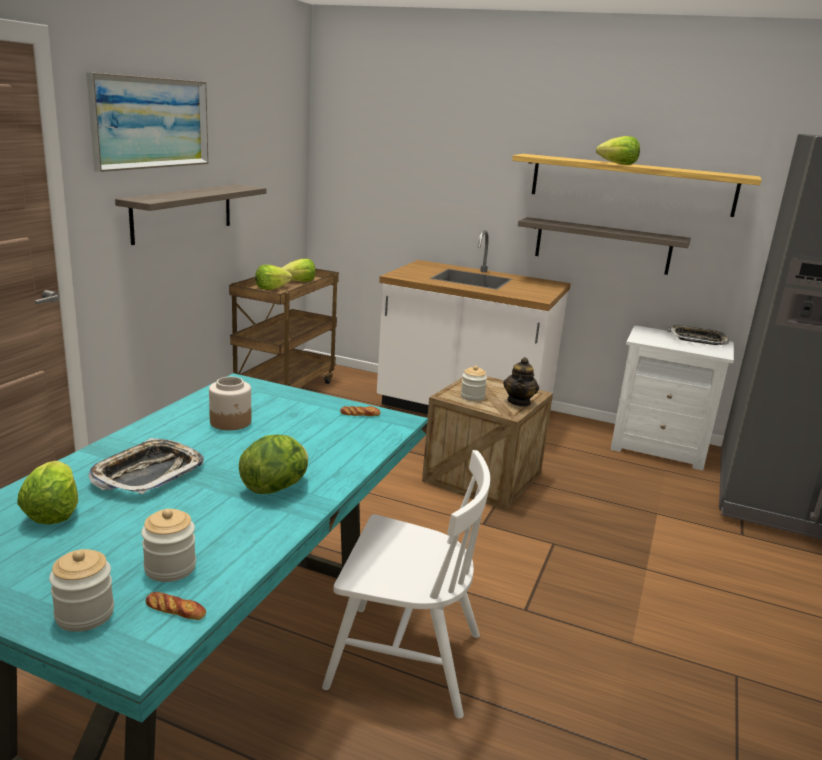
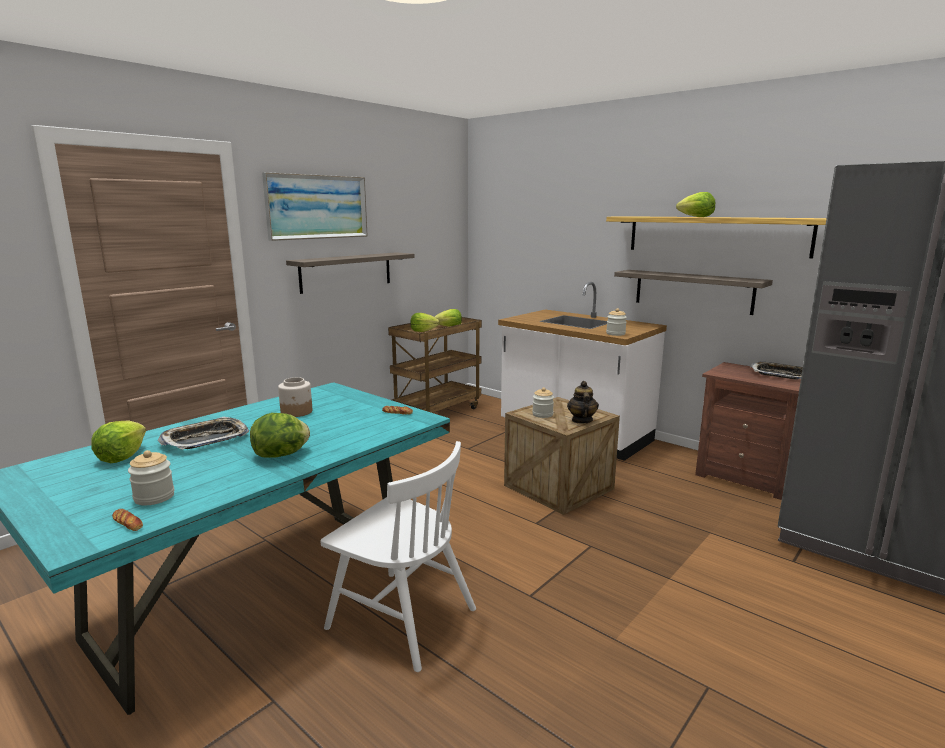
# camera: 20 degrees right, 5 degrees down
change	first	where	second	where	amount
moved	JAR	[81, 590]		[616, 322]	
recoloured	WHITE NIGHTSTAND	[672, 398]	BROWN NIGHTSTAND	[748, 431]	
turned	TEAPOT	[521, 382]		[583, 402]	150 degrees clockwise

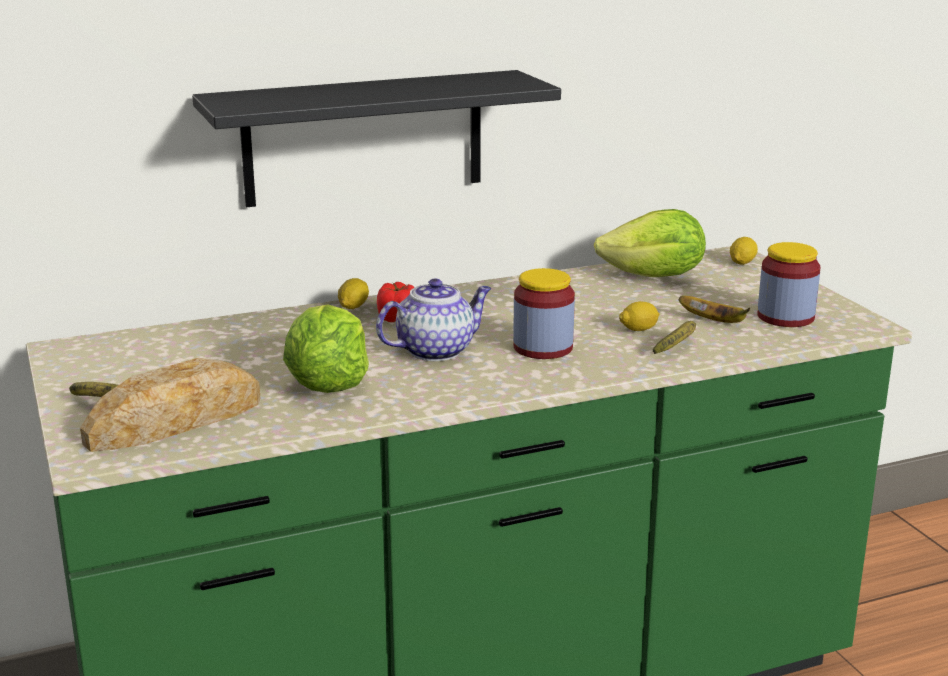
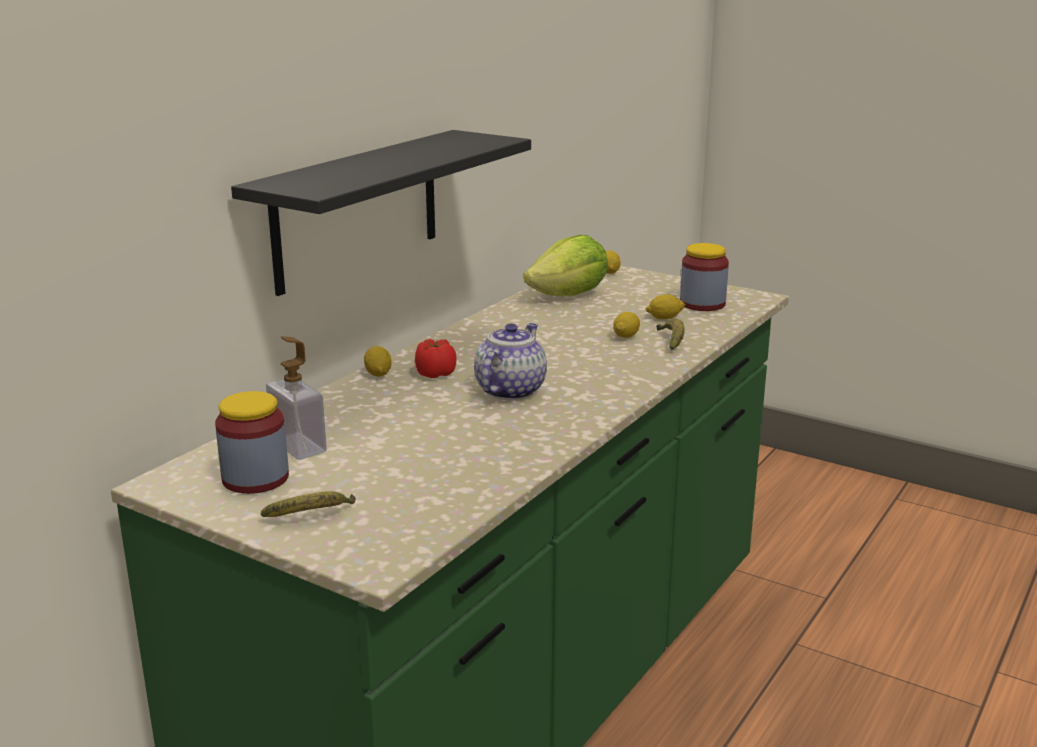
# camera: 35 degrees left, 0 degrees up
change	first	where	second	where	amount
removed	BREAD	[170, 405]			
removed	LETTUCE	[326, 348]			
added			SOAP DISPENSER	[296, 398]	
moved	JAR	[544, 313]		[252, 442]	
replaced	BANANA	[714, 309]	LEMON	[665, 306]	

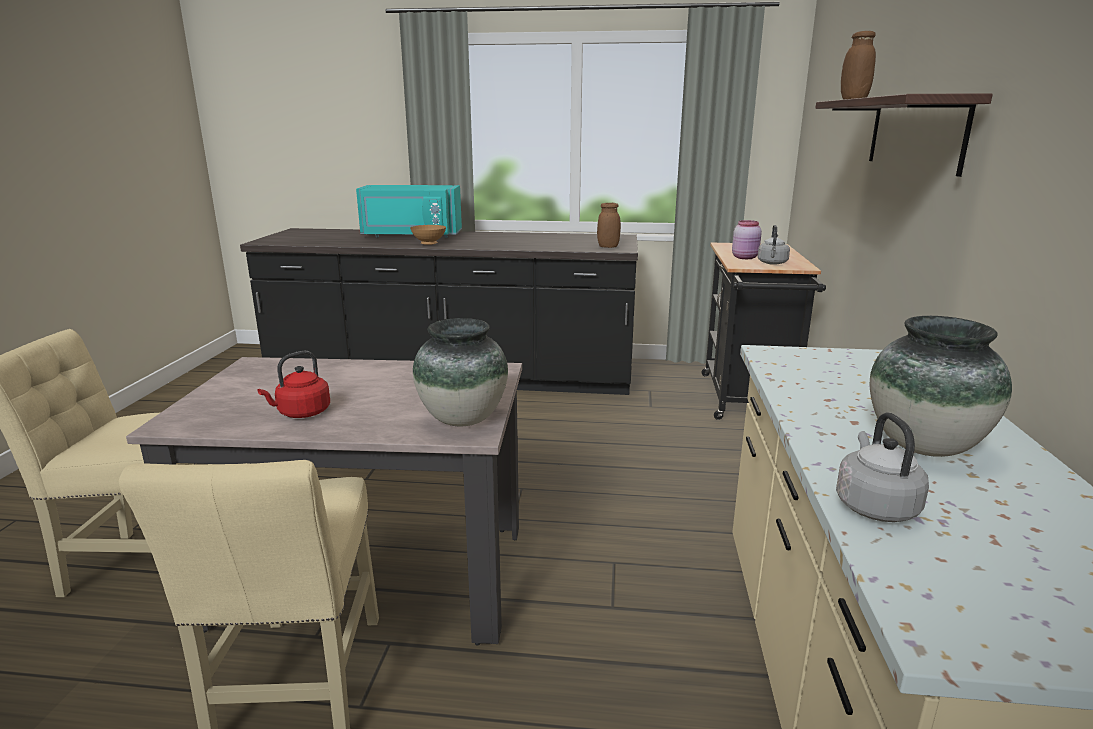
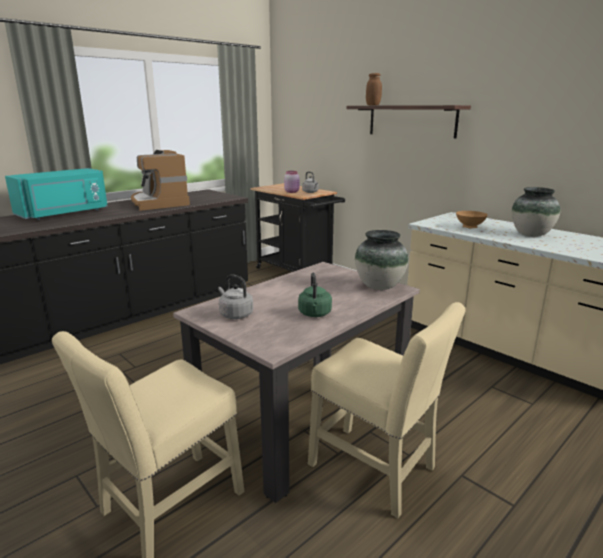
# camera: 50 degrees left, 0 degrees up
change	first	where	second	where	amount
removed	BROWN JAR	[609, 225]			
added			COFFEE MACHINE	[160, 180]	
moved	BROWN BOWL	[428, 235]		[472, 219]	
moved	GREY KETTLE	[882, 467]		[235, 296]	
recoloured	RED KETTLE	[294, 384]	GREEN KETTLE	[315, 294]	

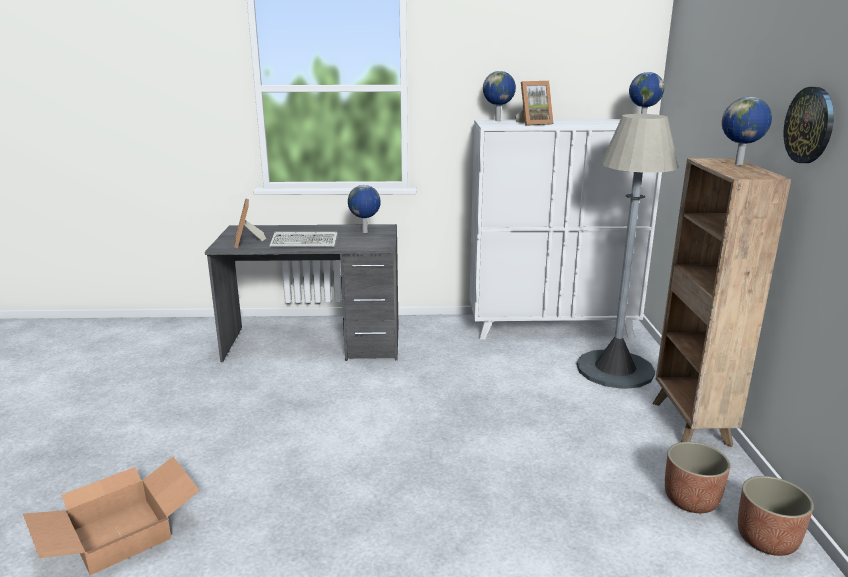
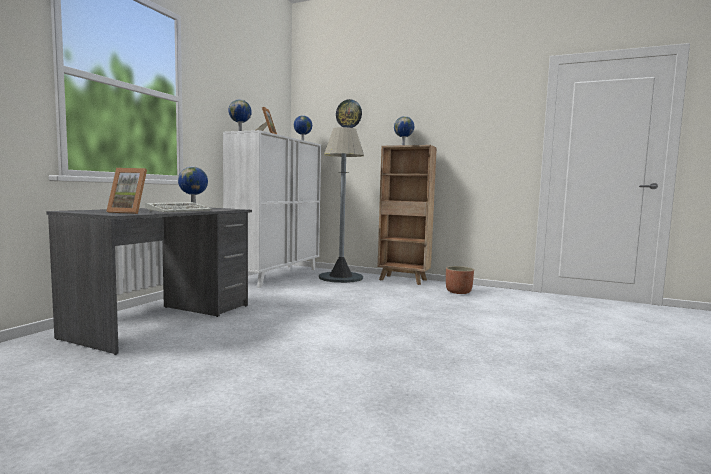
# camera: 65 degrees left, 15 degrees down
change	first	where	second	where	amount
removed	CARDBOARD BOX	[111, 516]			
removed	PLANTER	[776, 516]			
moved	WALL CLOCK	[808, 125]		[349, 113]	

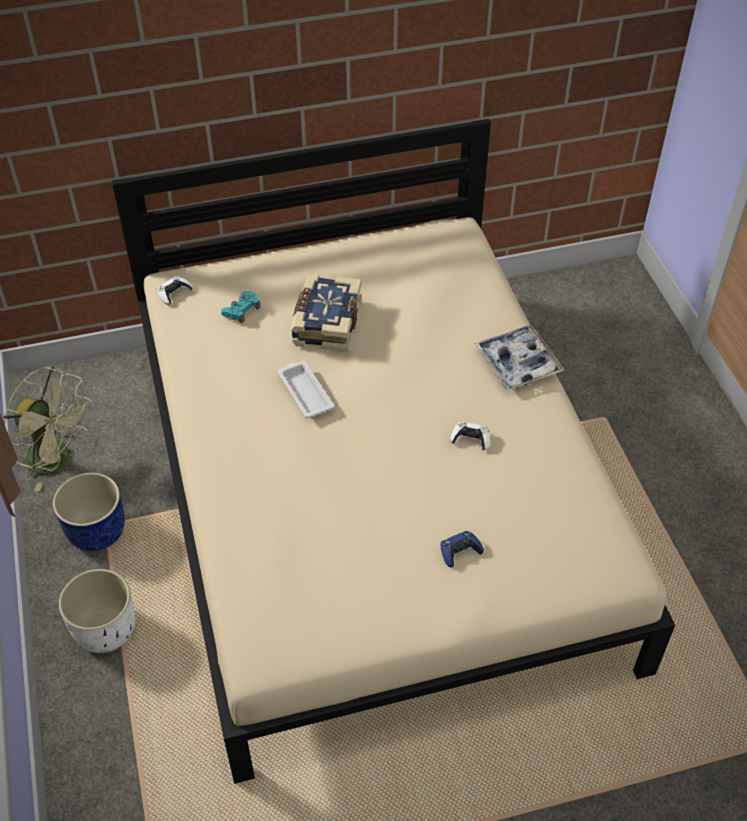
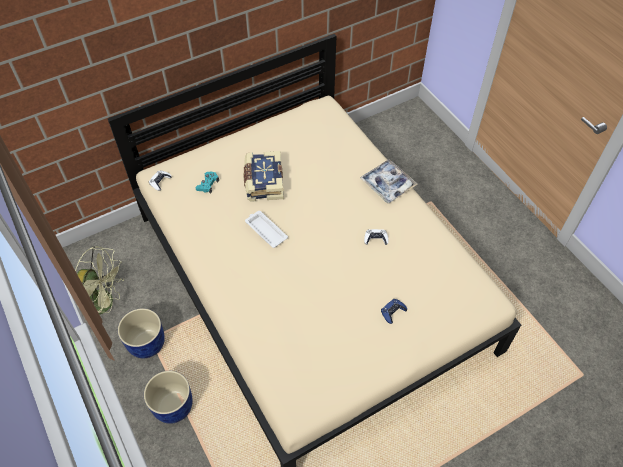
# camera: 15 degrees left, 5 degrees up
change	first	where	second	where	amount
recoloured	WHITE PLANTER	[97, 611]	BLUE PLANTER	[168, 397]	

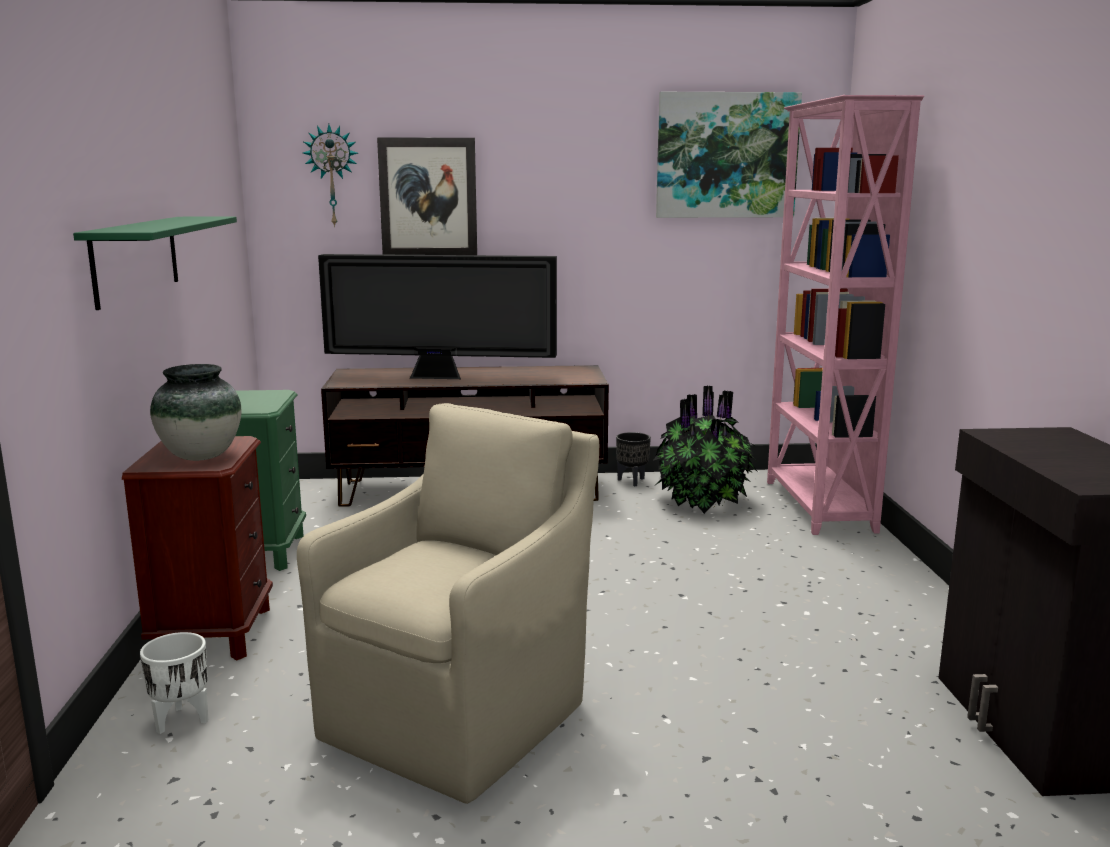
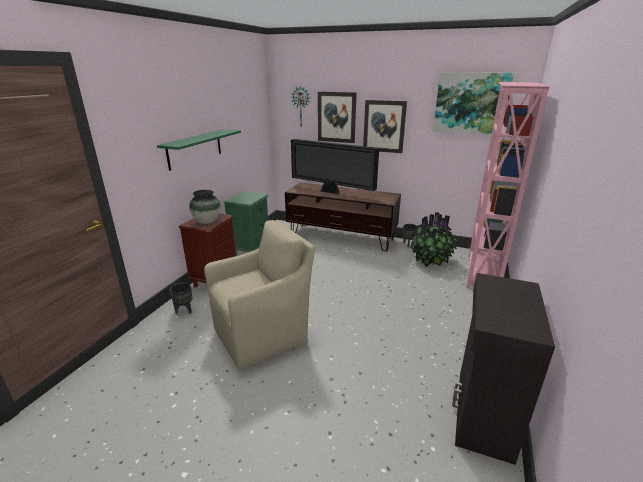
# camera: 25 degrees right, 10 degrees up
change	first	where	second	where	amount
added			PICTURE	[385, 126]	
recoloured	WHITE PLANTER	[174, 683]	BLACK PLANTER	[181, 298]	

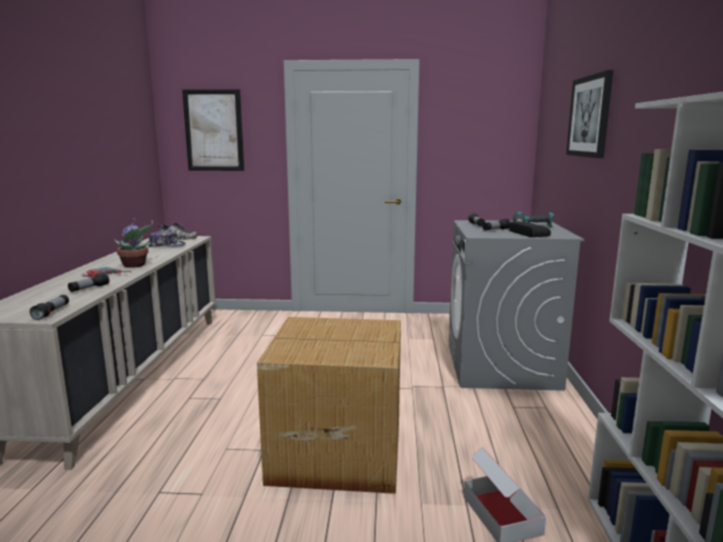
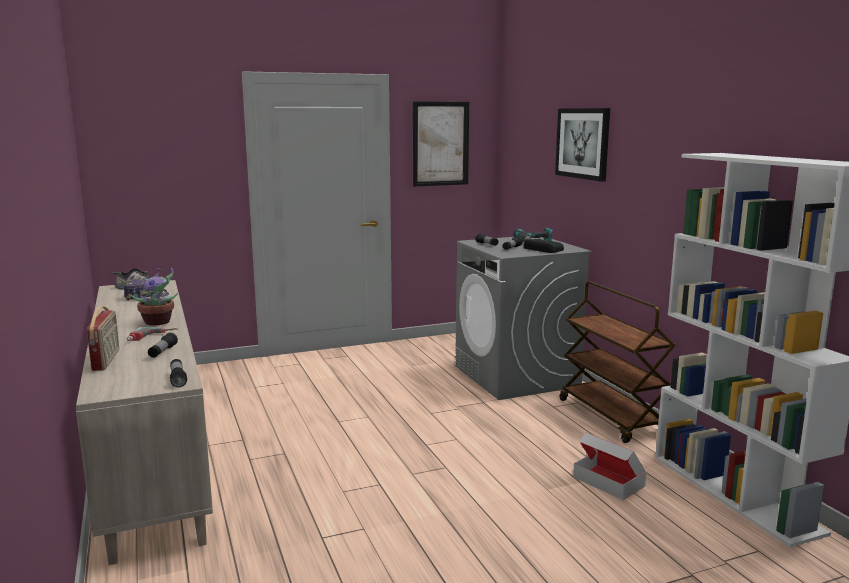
# camera: 25 degrees left, 0 degrees up
change	first	where	second	where	amount
removed	CARDBOARD BOX	[329, 405]			
added			RADIO	[103, 338]	
added			BROWN CART	[618, 362]	
moved	PICTURE	[213, 130]		[441, 143]	

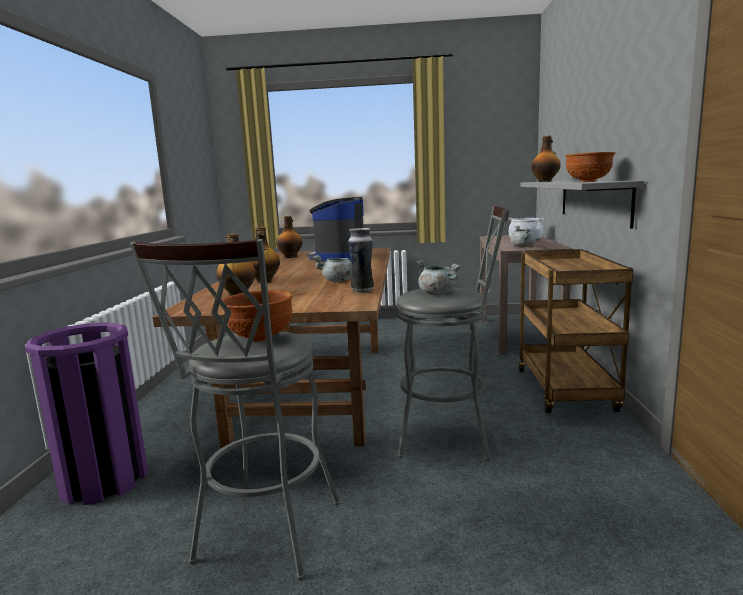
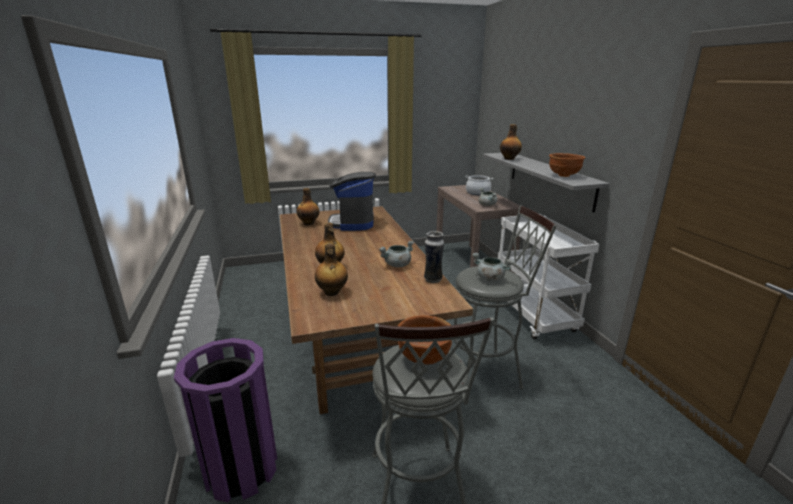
# camera: 20 degrees left, 10 degrees up
change	first	where	second	where	amount
recoloured	BROWN CART	[576, 331]	WHITE CART	[549, 276]	

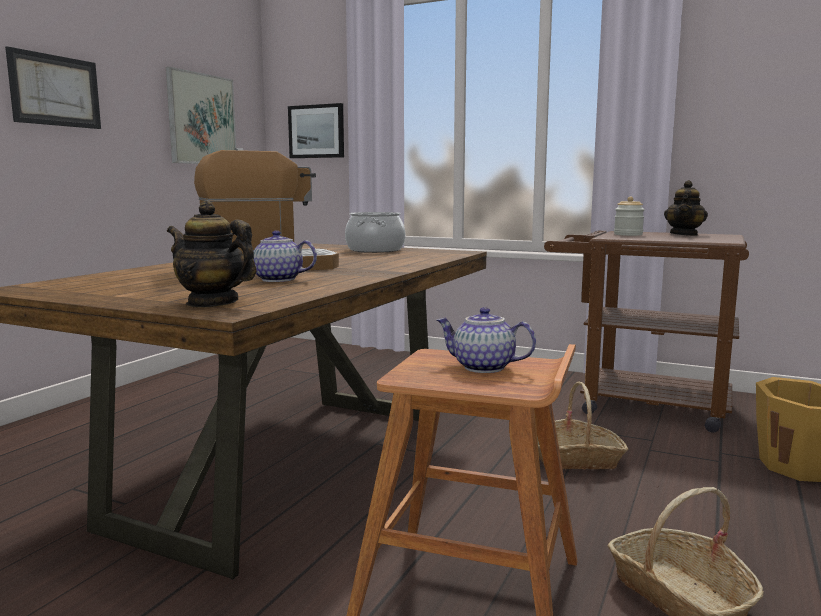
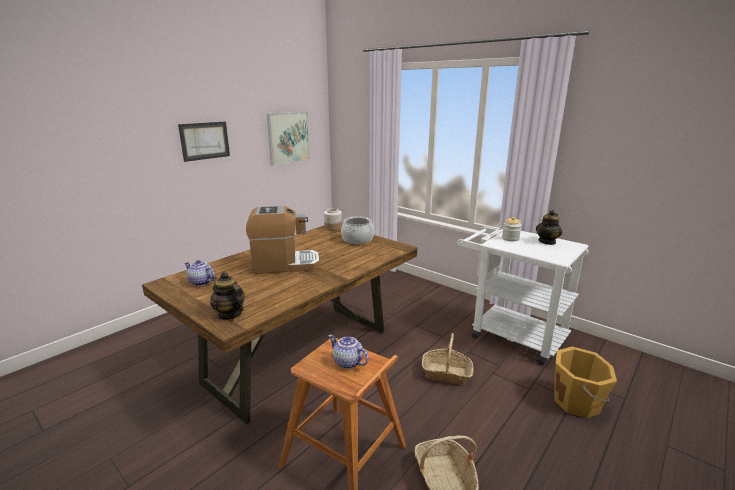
# camera: 15 degrees right, 10 degrees up
change	first	where	second	where	amount
removed	PICTURE	[316, 130]			
added			JAR	[333, 219]	
moved	TEAPOT	[285, 256]		[199, 273]	
recoloured	BROWN CART	[646, 332]	WHITE CART	[523, 296]	

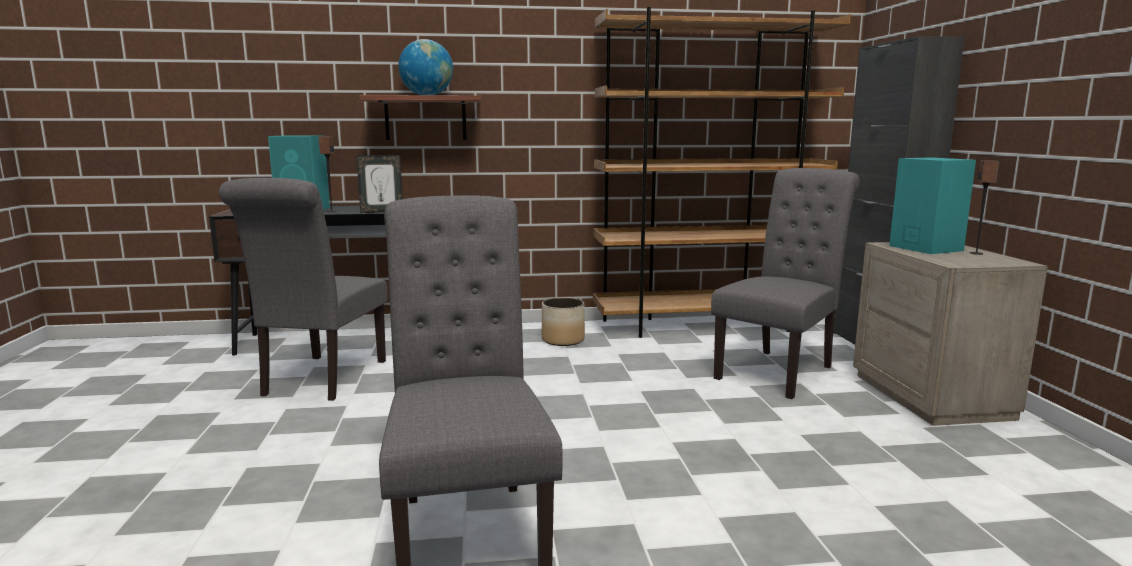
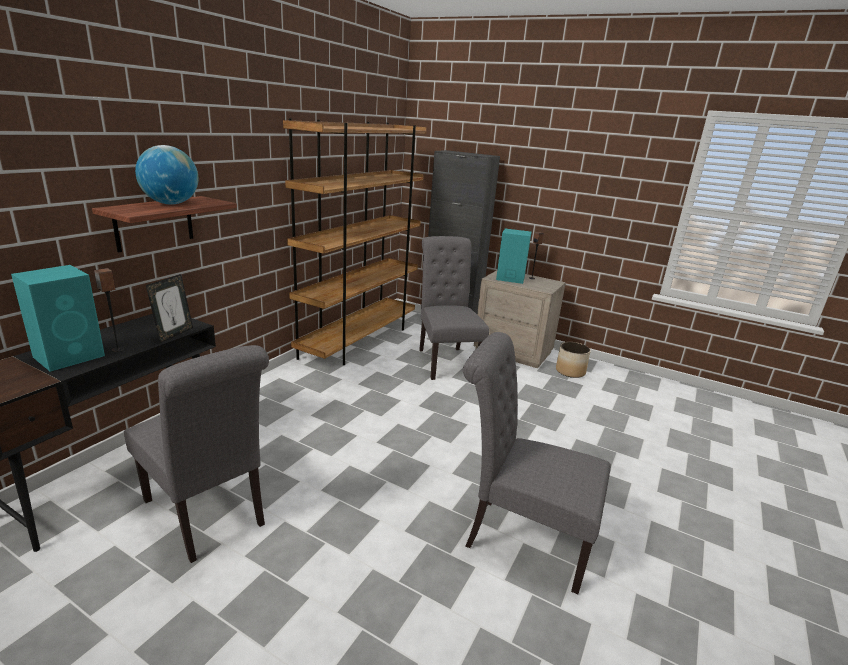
# camera: 55 degrees left, 10 degrees up
change	first	where	second	where	amount
moved	PLANTER	[563, 322]		[573, 360]	

